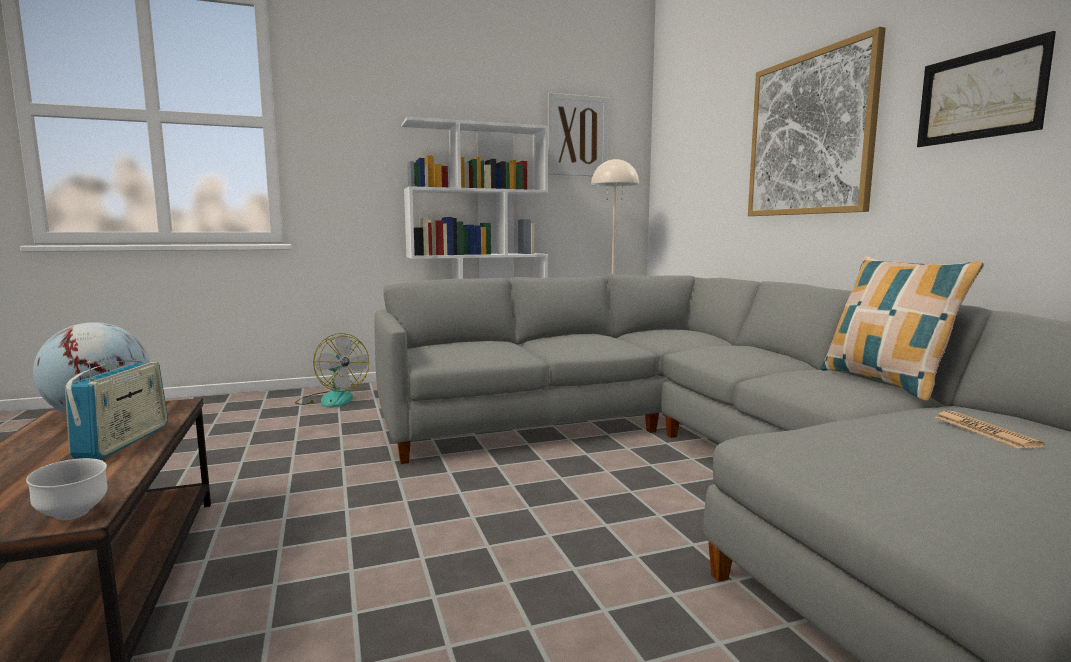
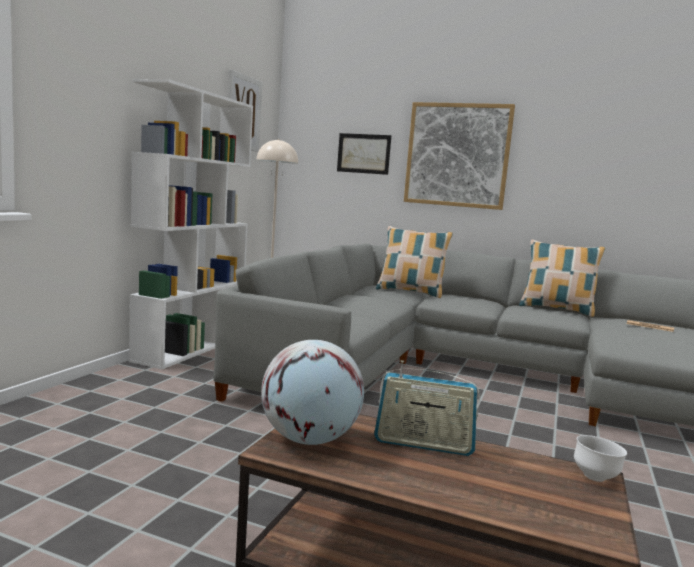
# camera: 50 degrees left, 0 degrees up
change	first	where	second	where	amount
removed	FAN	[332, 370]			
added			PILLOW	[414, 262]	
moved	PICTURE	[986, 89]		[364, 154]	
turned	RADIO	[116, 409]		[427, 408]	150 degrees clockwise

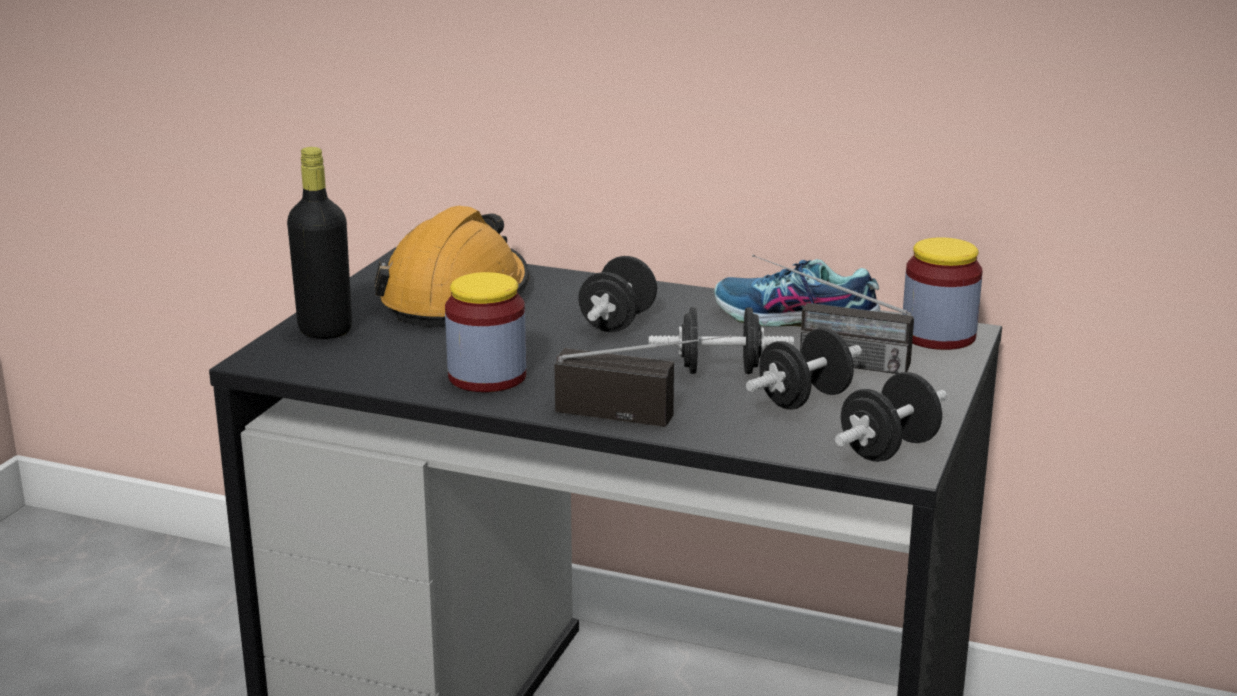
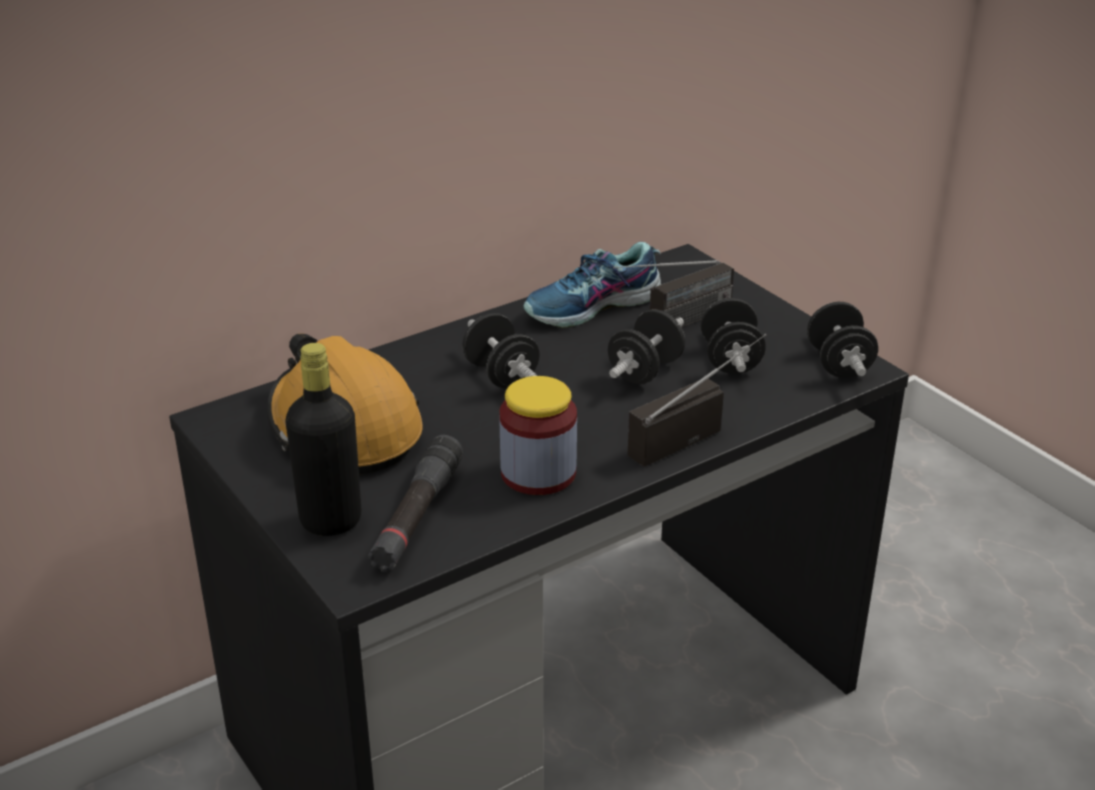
# camera: 55 degrees left, 10 degrees up
change	first	where	second	where	amount
removed	JAR	[942, 293]			
added			BLACK FLASHLIGHT	[415, 503]	

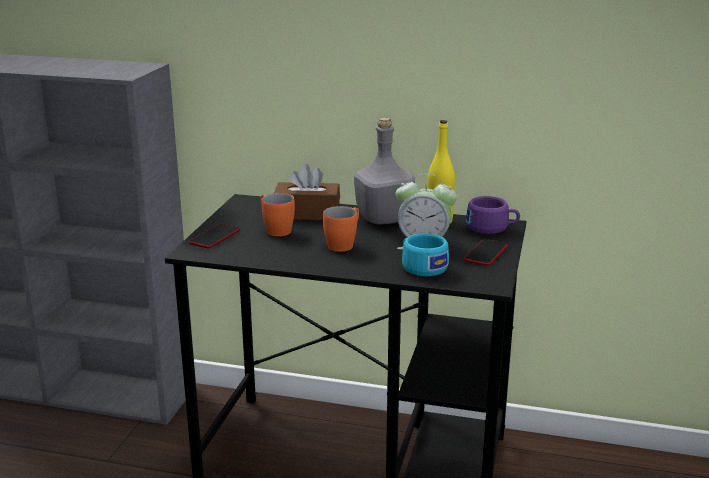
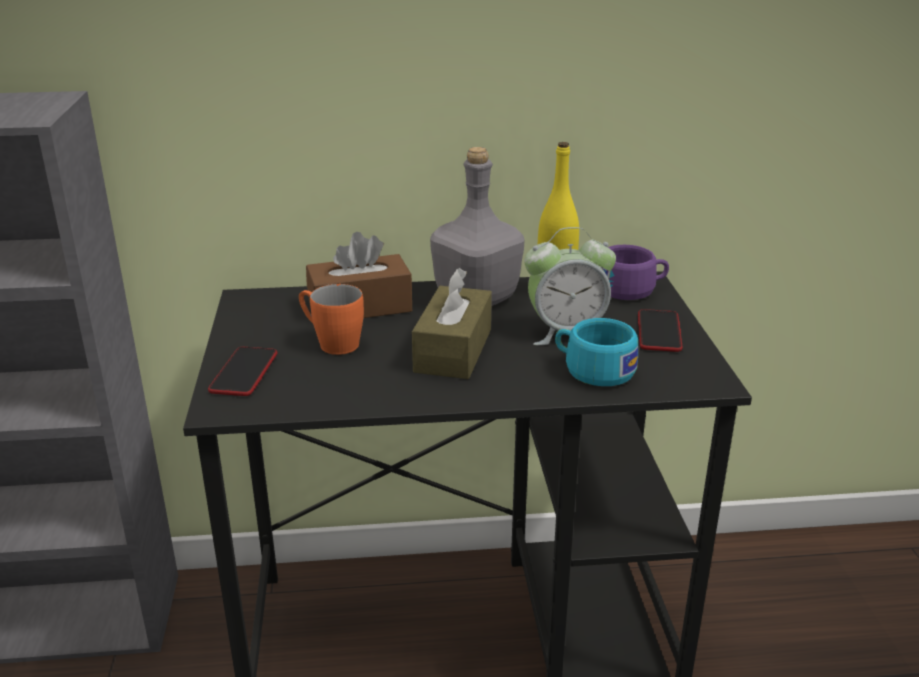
# camera: 20 degrees left, 5 degrees up
change	first	where	second	where	amount
replaced	ORANGE MUG	[341, 229]	BROWN TISSUE BOX	[452, 323]	

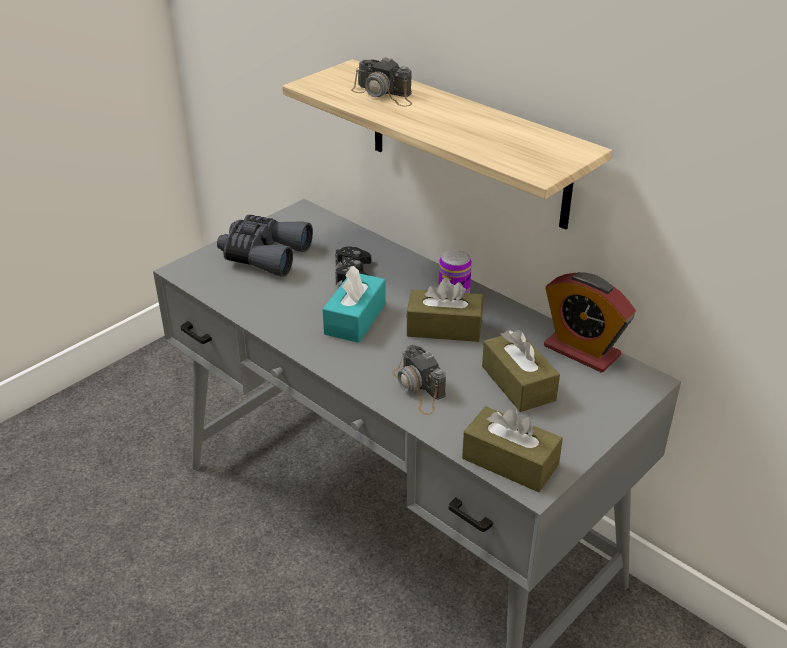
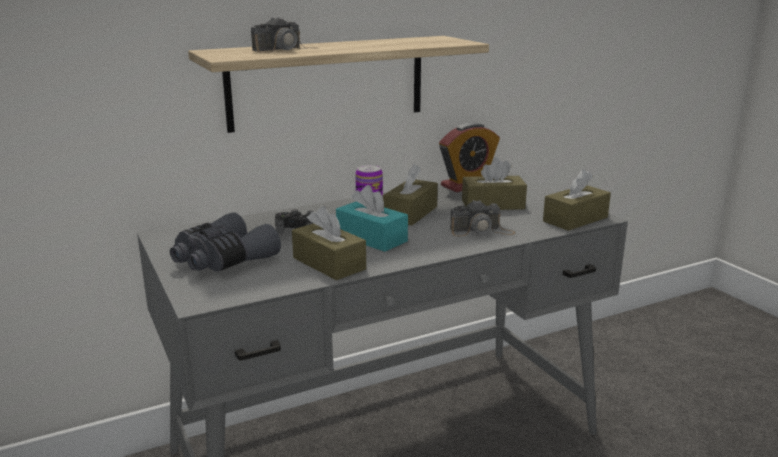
# camera: 70 degrees left, 15 degrees down
change	first	where	second	where	amount
added			BROWN TISSUE BOX	[329, 243]	

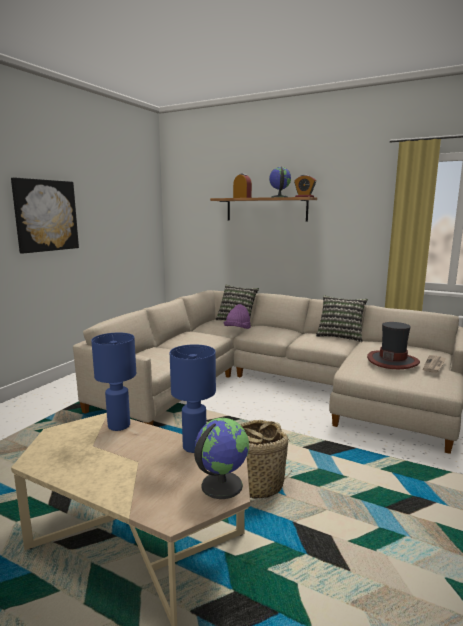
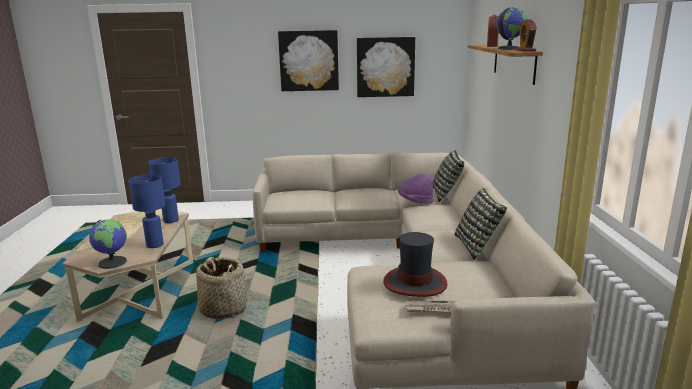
# camera: 60 degrees right, 5 degrees up
change	first	where	second	where	amount
added			PICTURE	[386, 67]	

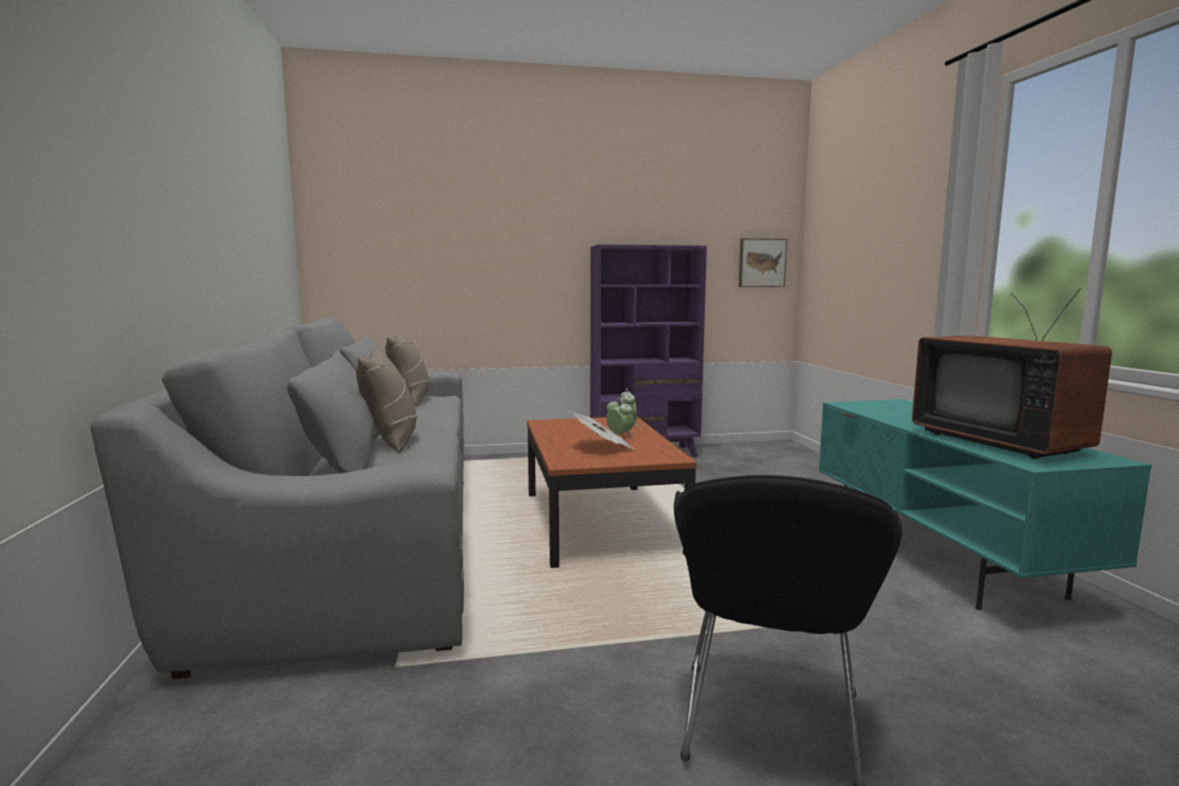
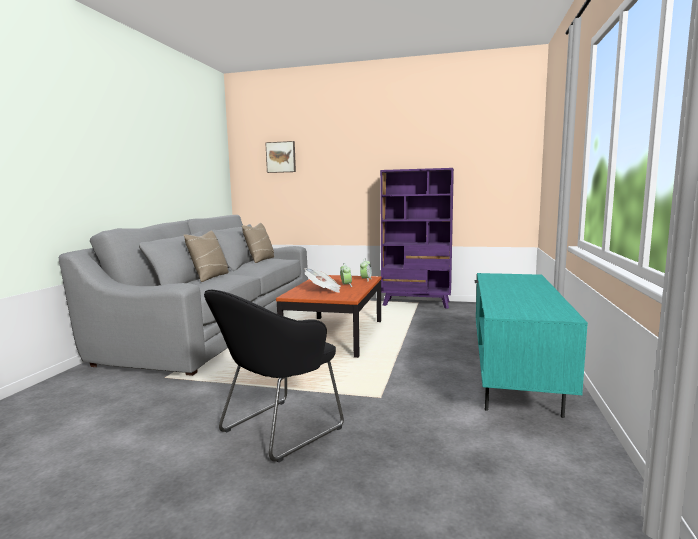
# camera: 25 degrees right, 0 degrees up
change	first	where	second	where	amount
removed	TELEVISION	[1012, 373]			
moved	PICTURE	[763, 262]		[280, 157]	

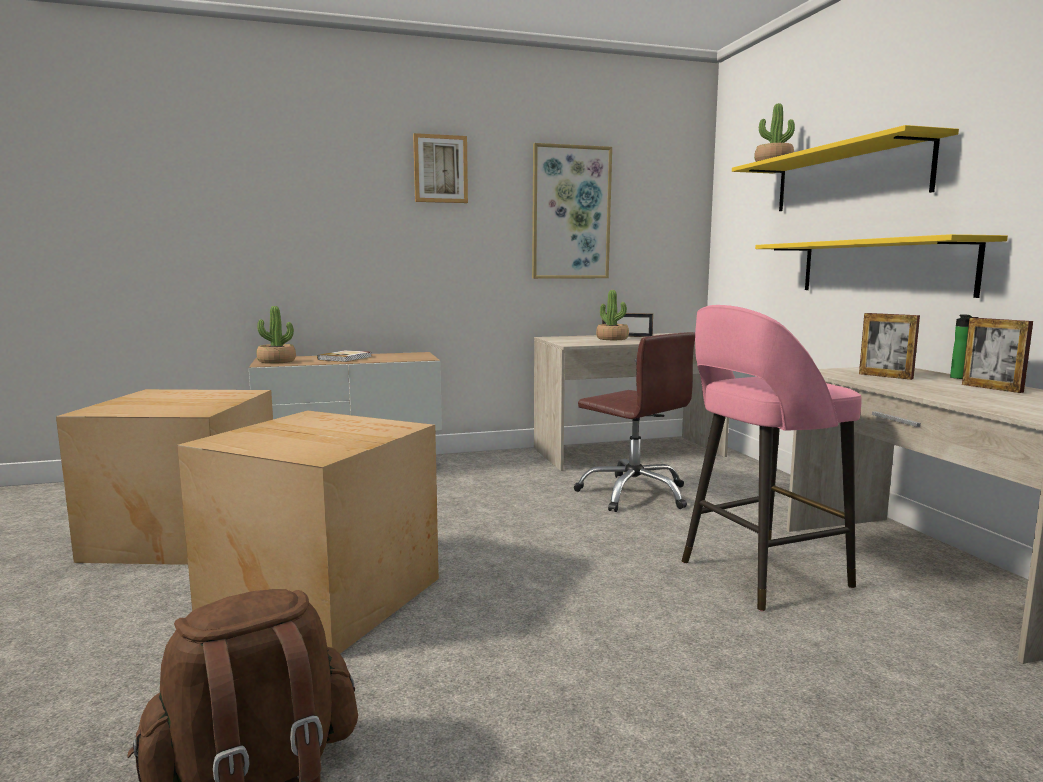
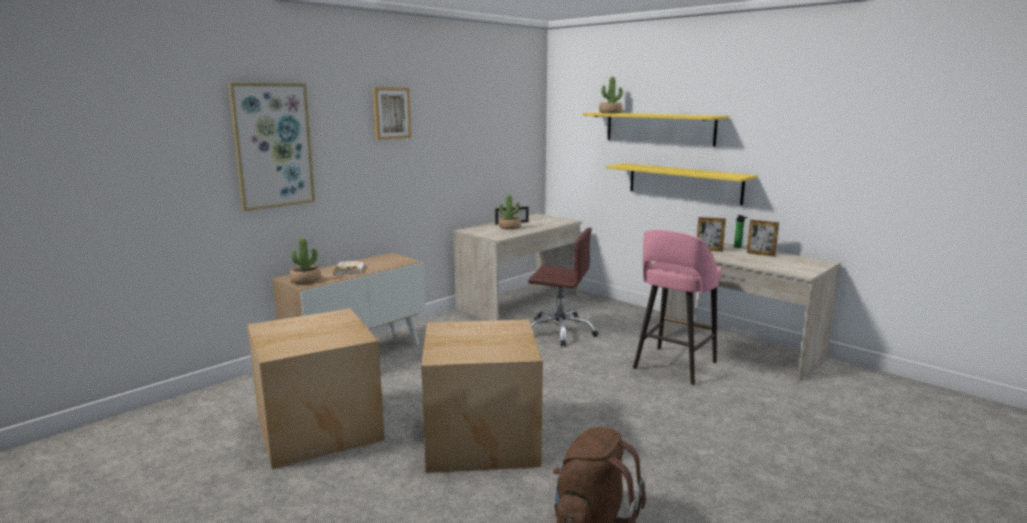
# camera: 30 degrees left, 5 degrees up
change	first	where	second	where	amount
moved	PICTURE	[572, 211]		[271, 147]	

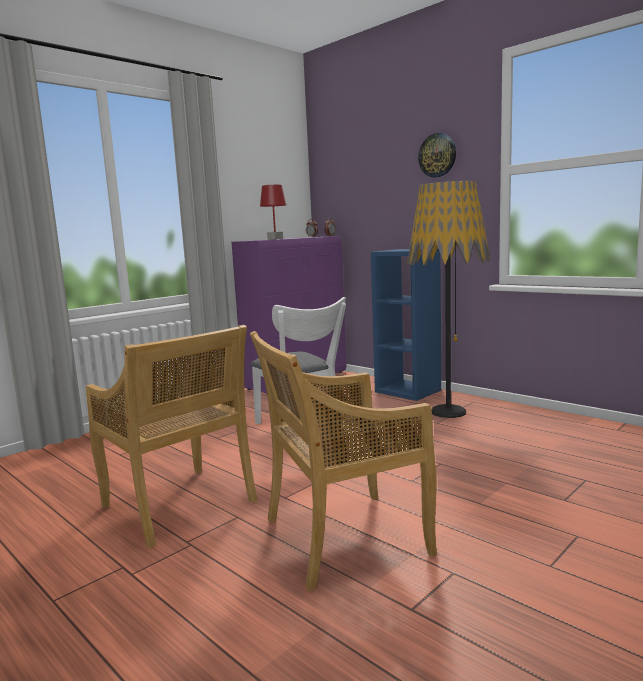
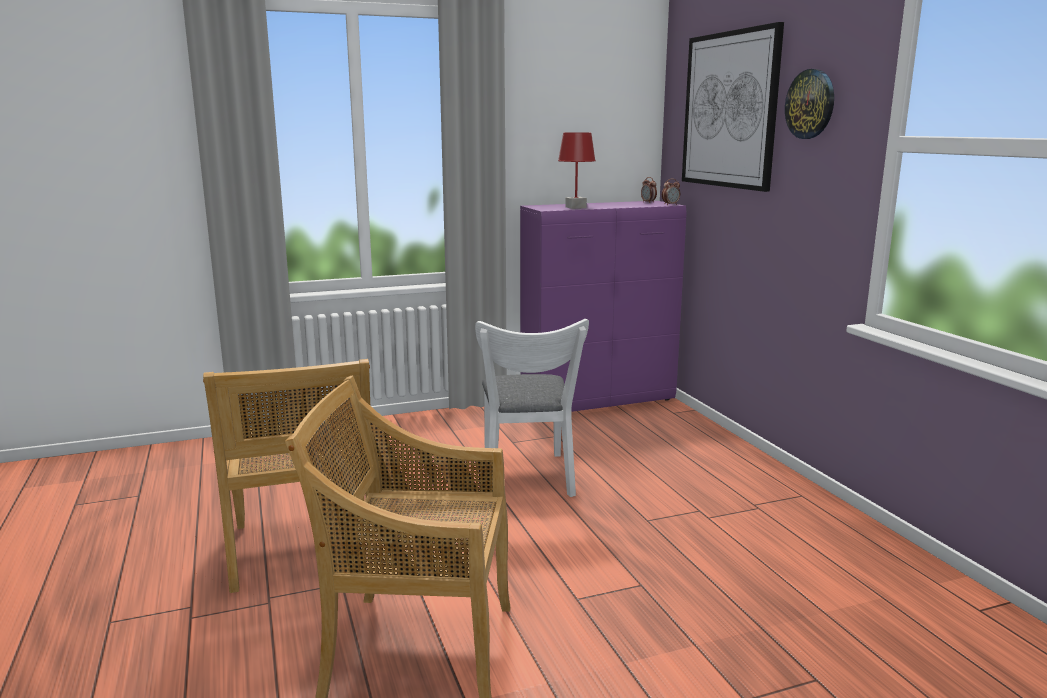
# camera: 25 degrees right, 5 degrees up
change	first	where	second	where	amount
removed	BLUE BOOKCASE	[406, 325]			
removed	FLOOR LAMP	[448, 299]			
added			PICTURE	[733, 107]	

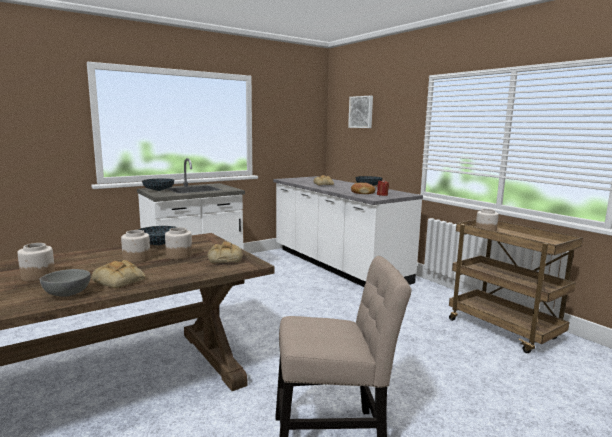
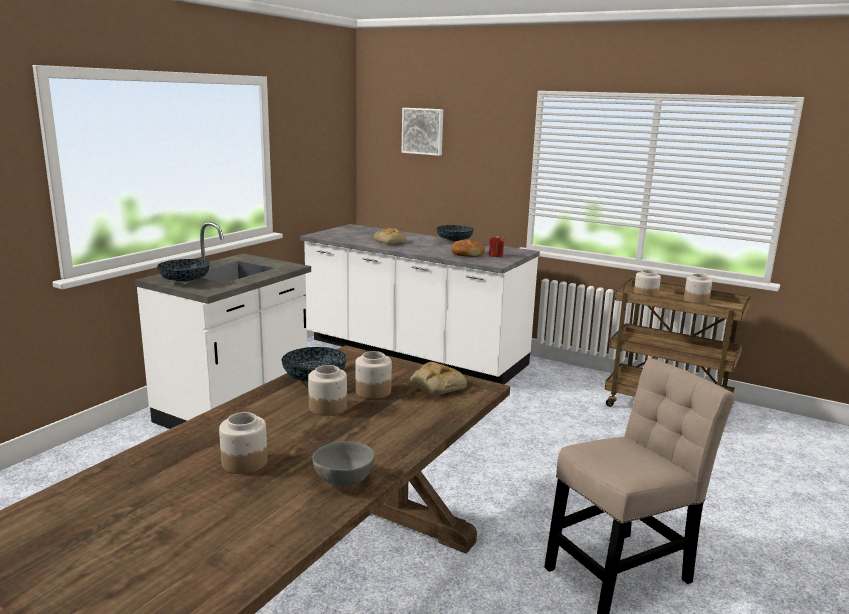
# camera: 25 degrees left, 5 degrees up
change	first	where	second	where	amount
removed	BREAD	[119, 274]			
added			JAR	[698, 289]	

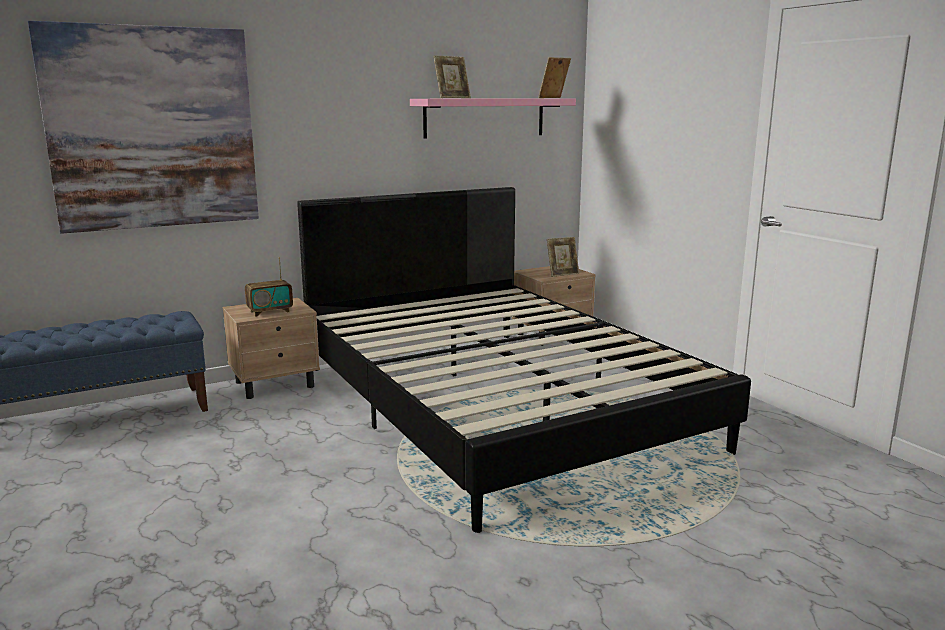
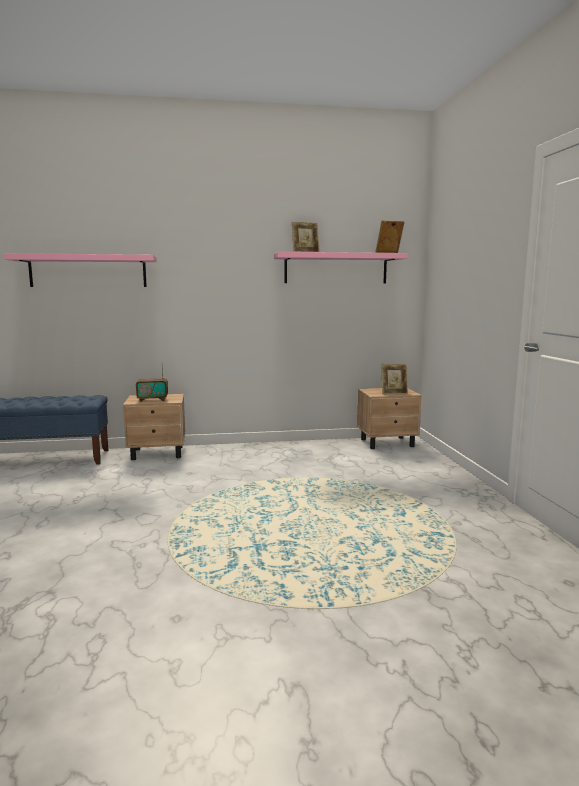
# camera: 20 degrees right, 5 degrees down
change	first	where	second	where	amount
removed	BLACK BED	[524, 360]			
replaced	PICTURE	[143, 127]	PINK SHELF	[80, 270]	

